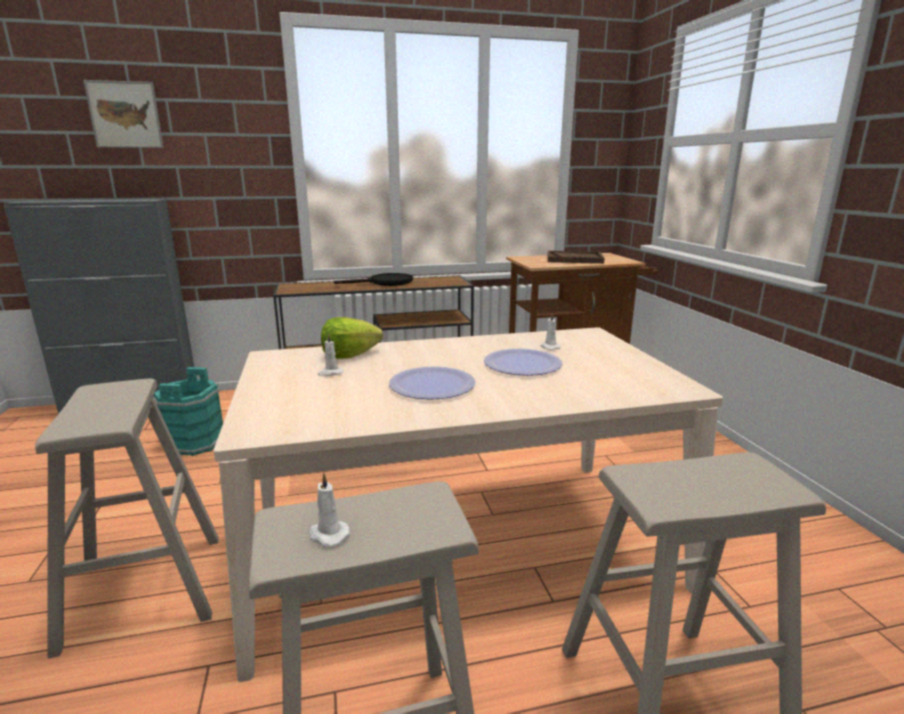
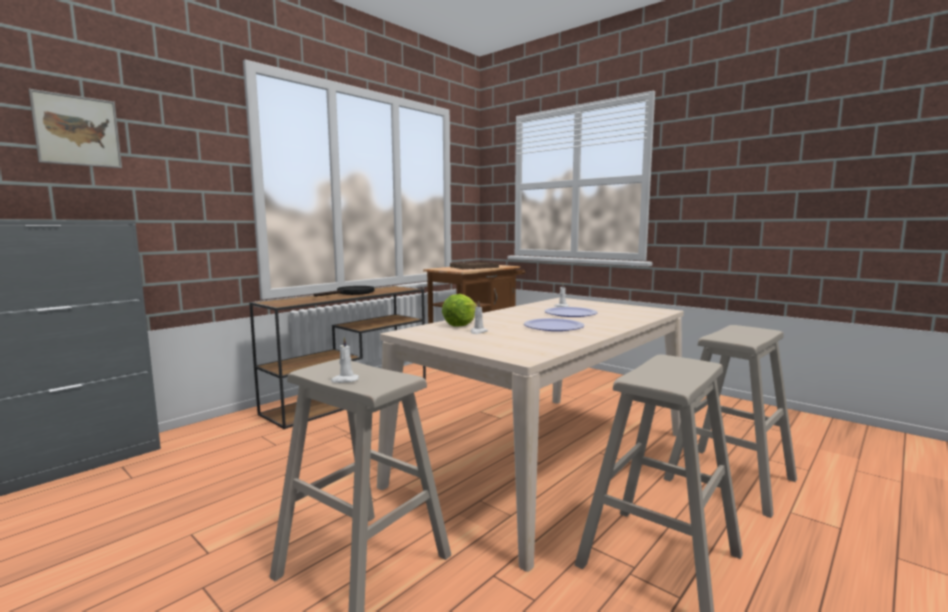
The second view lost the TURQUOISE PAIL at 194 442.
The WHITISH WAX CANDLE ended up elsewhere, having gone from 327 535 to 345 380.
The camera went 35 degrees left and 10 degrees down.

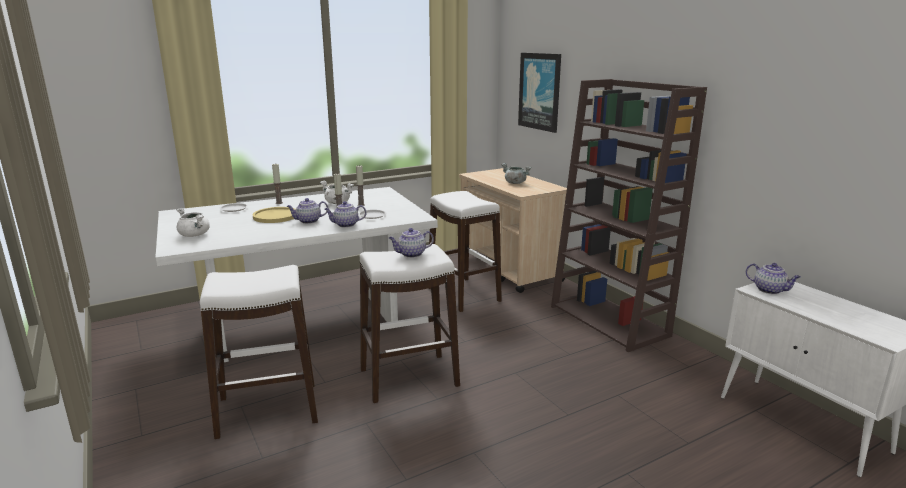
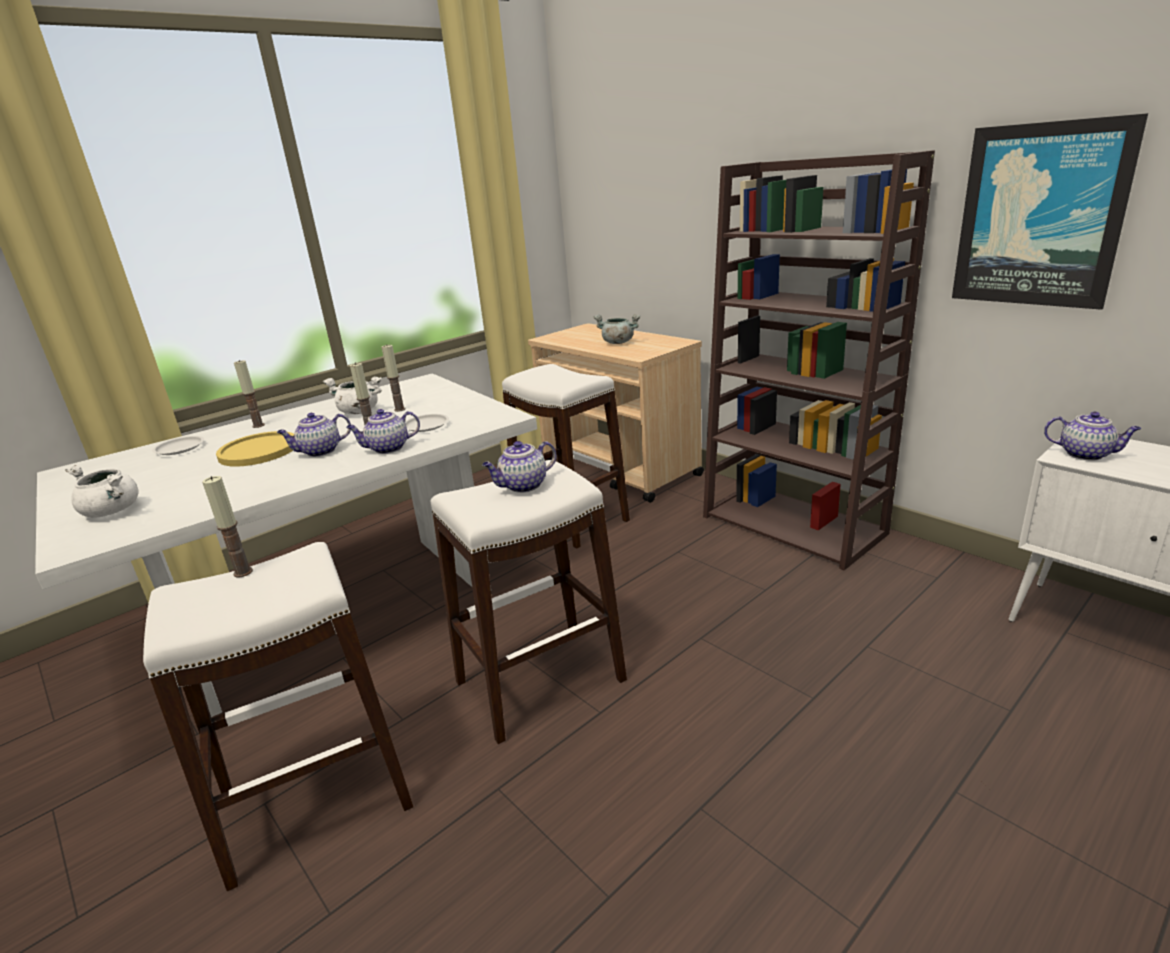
The second view gained the WAX CANDLE at 243 572.
The PICTURE ended up elsewhere, having gone from 540 91 to 1040 216.
The camera went 10 degrees left and 5 degrees up.

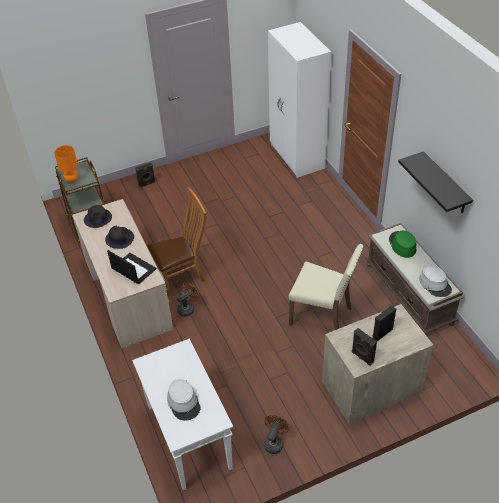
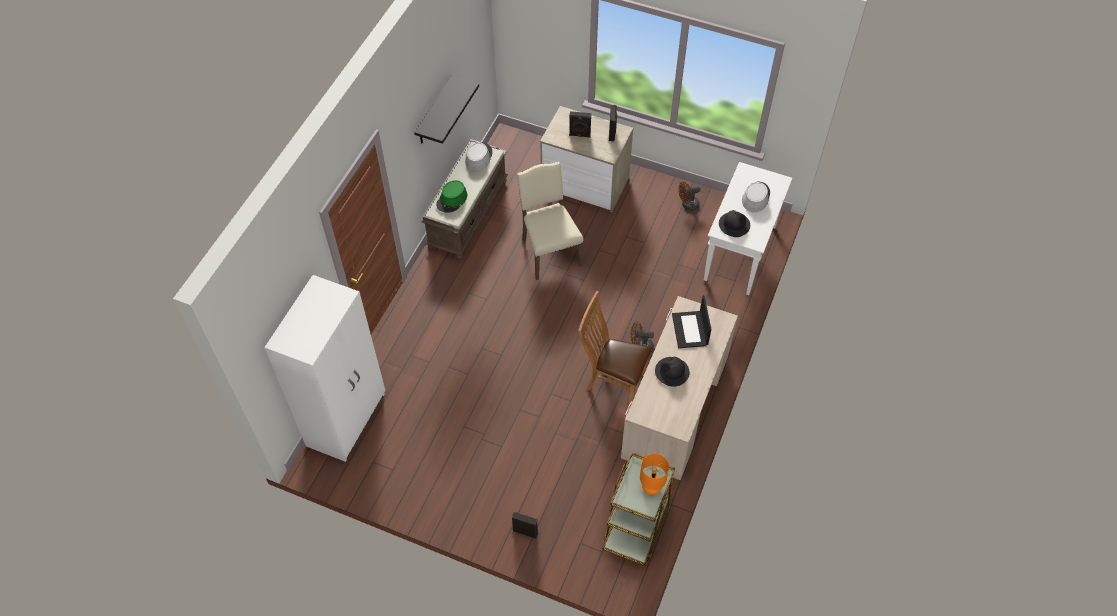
The BLACK HAT ended up elsewhere, having gone from 98 218 to 734 224.
The camera went 135 degrees left and 10 degrees up.

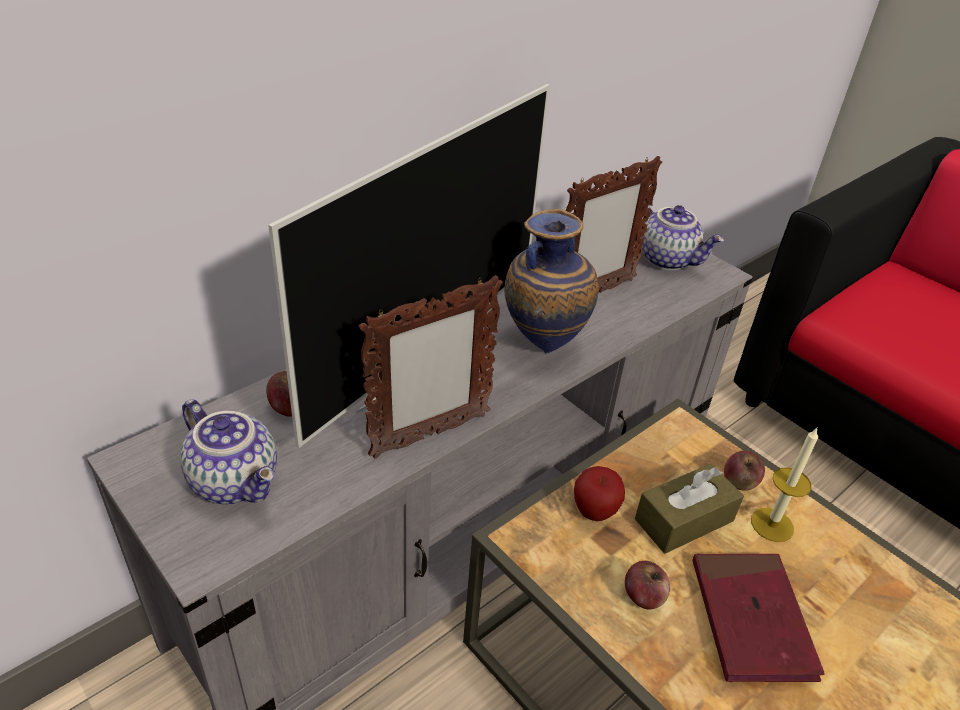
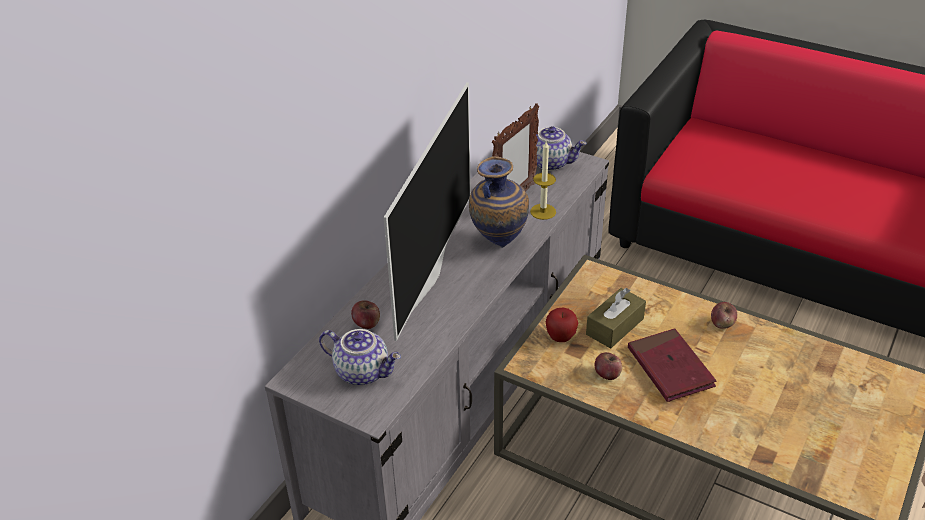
The second view lost the PICTURE FRAME at 429 435.
The APPLE ended up elsewhere, having gone from 739 482 to 722 324.
The WAX CANDLE ended up elsewhere, having gone from 772 524 to 543 211.
The camera went 15 degrees left and 0 degrees up.

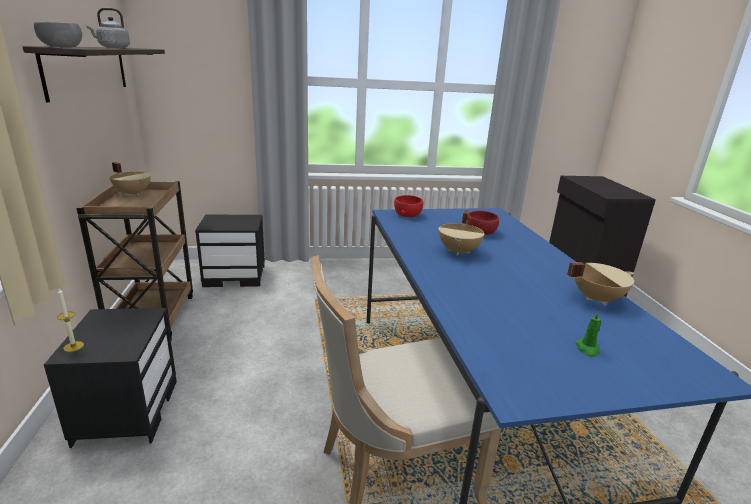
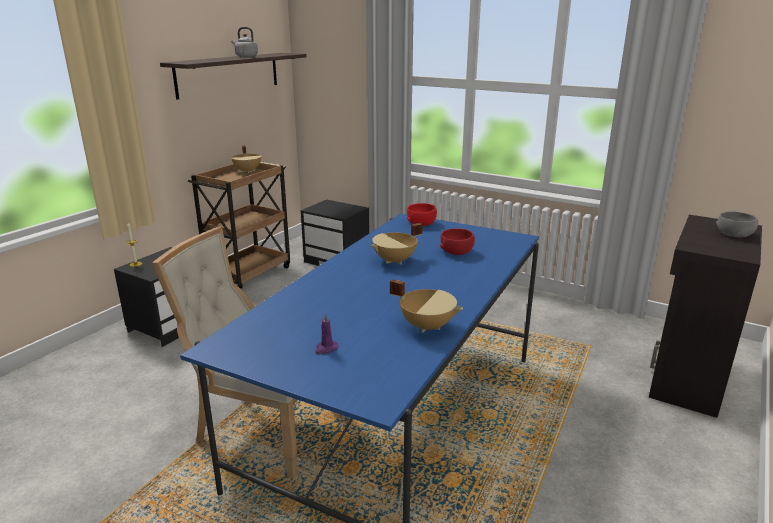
The GREY BOWL ended up elsewhere, having gone from 62 47 to 734 234.
What was the GREENISH WAX CANDLE at 587 349 turned into the PURPLISH WAX CANDLE at 326 349.
The camera went 40 degrees right and 0 degrees up.

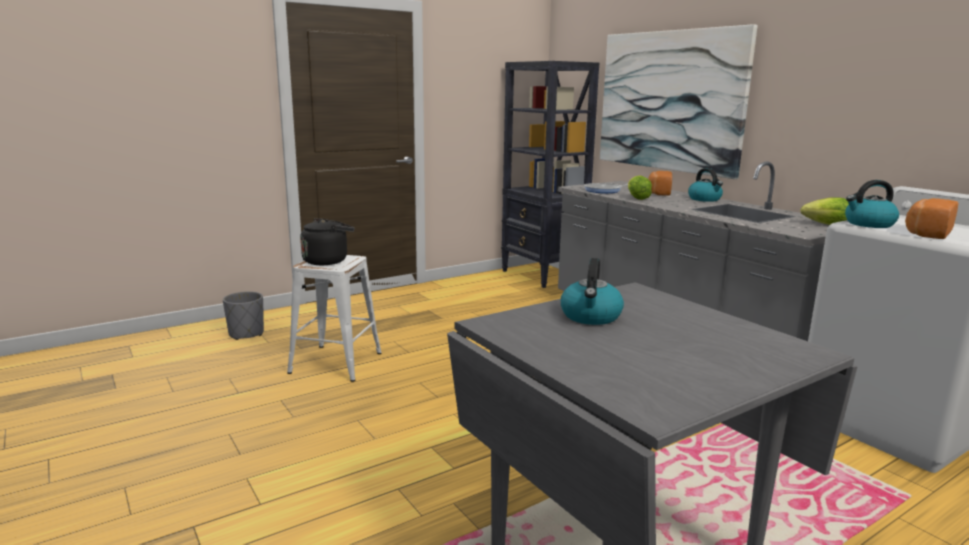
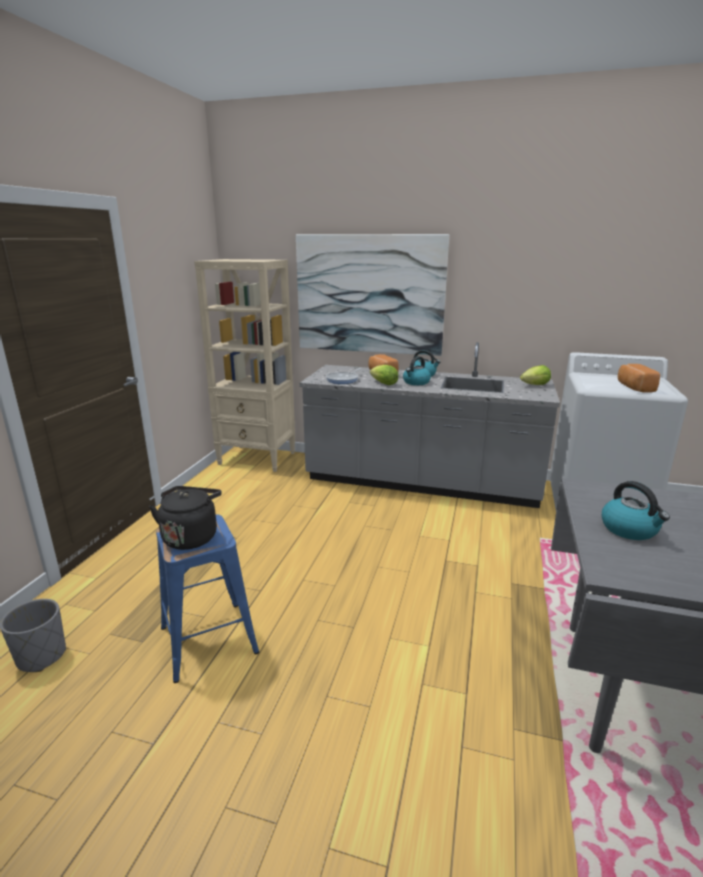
The KETTLE ended up elsewhere, having gone from 868 224 to 416 382.
What was the WHITISH STOOL at 337 363 turned into the BLUISH STOOL at 209 639.
What was the BLACK BOOKCASE at 543 275 turned into the SAND-COLOURED BOOKCASE at 257 458.
The camera went 40 degrees left and 5 degrees up.

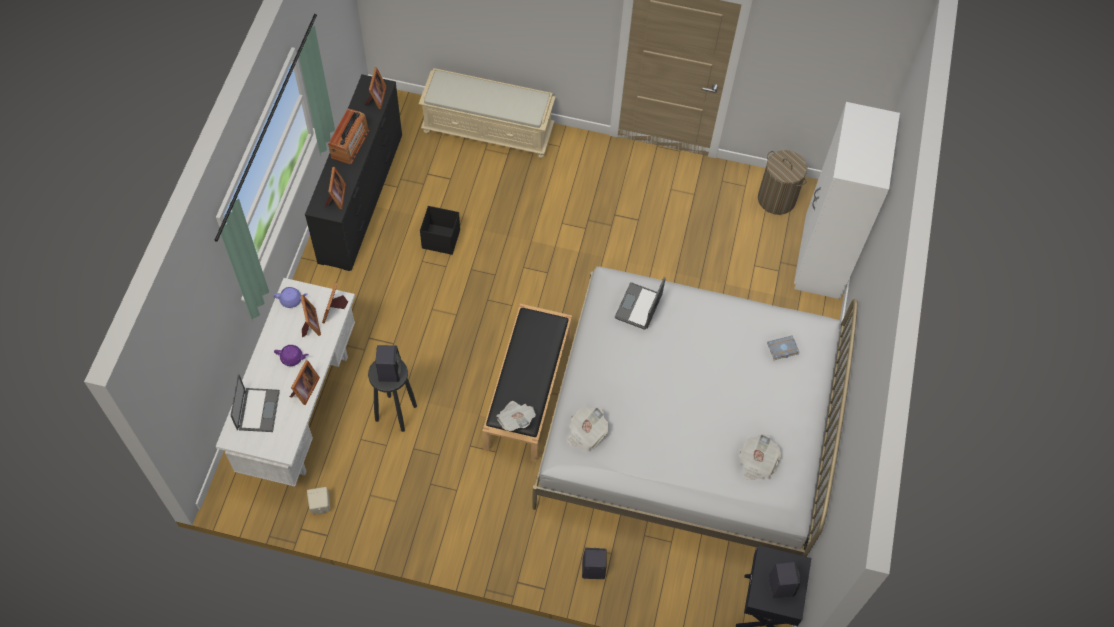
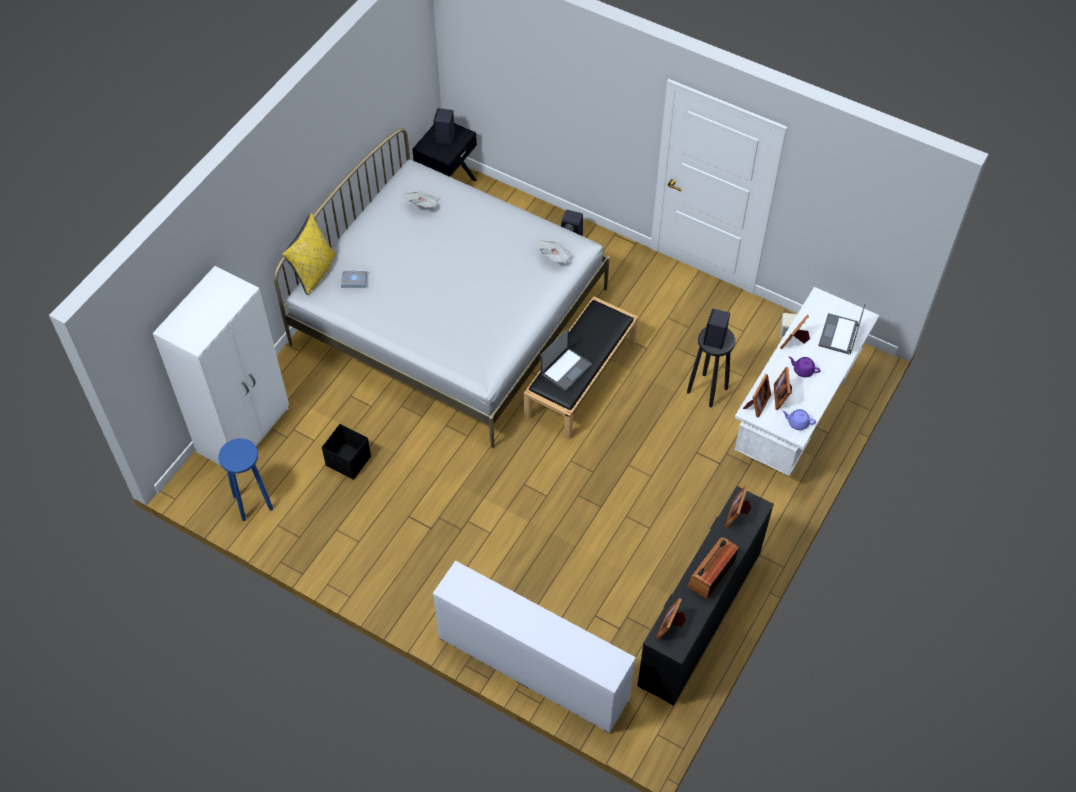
The second view lost the PRINTED PAPER at 515 419.
The second view gained the YELLOW PILLOW at 314 272.
The BLACK STORAGE BIN ended up elsewhere, having gone from 440 239 to 349 461.
The PORTABLE COMPUTER ended up elsewhere, having gone from 639 307 to 565 369.
Where the SAND-COLOURED INDOOR BENCH stood at 489 129, the WHITISH DRESSER came to stand at 533 668.
Where the LAUNDRY BASKET stood at 776 199, the BLUISH STOOL came to stand at 253 502.
The camera went 160 degrees left and 5 degrees down.

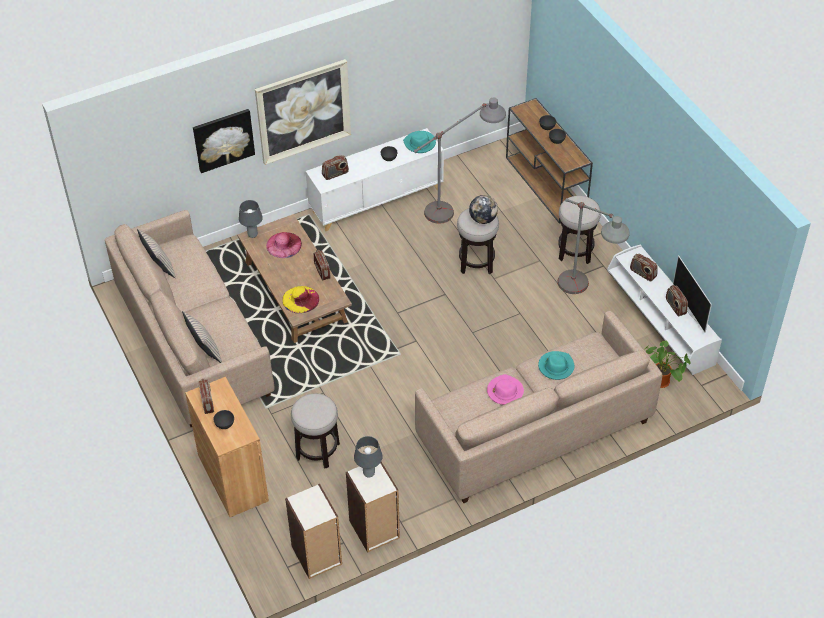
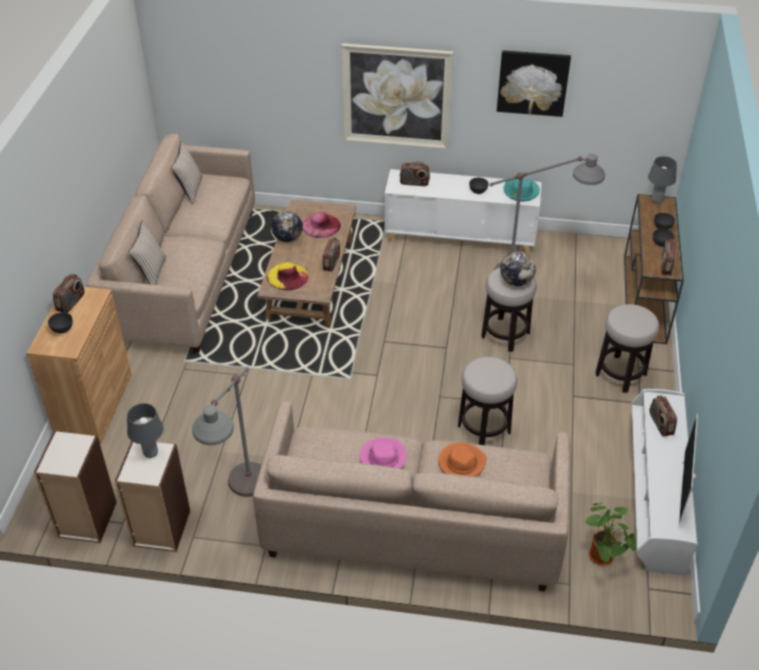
The second view gained the GLOBE at 287 238.
The PICTURE ended up elsewhere, having gone from 223 139 to 532 82.
The GREY TABLETOP LAMP ended up elsewhere, having gone from 253 235 to 657 200.
The STOOL ended up elsewhere, having gone from 318 451 to 484 428.
The GREY STANDARD LAMP ended up elsewhere, having gone from 584 297 to 242 503.
The RADIO SET ended up elsewhere, having gone from 675 307 to 666 266.
What was the TURQUOISE HAT at 556 366 turned into the ORANGE HAT at 461 463.
The camera went 35 degrees right and 5 degrees down.

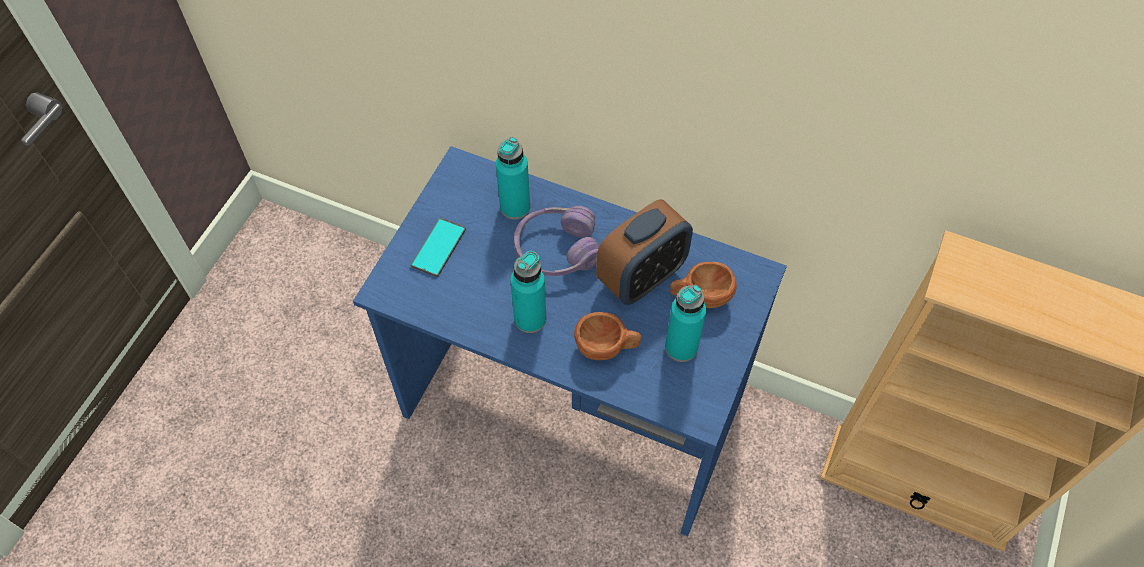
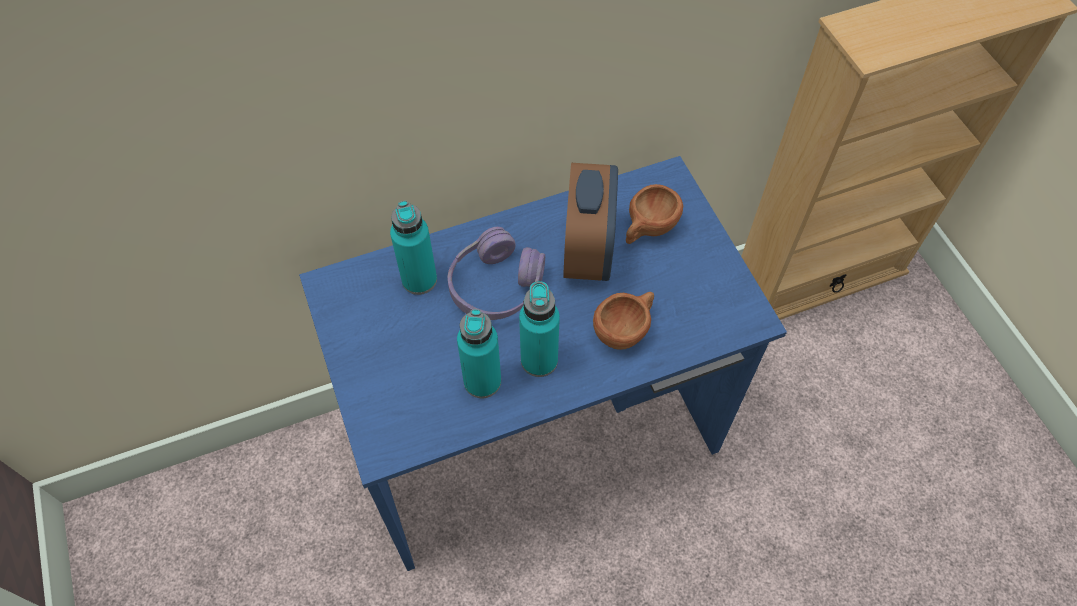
The second view lost the PHONE at 438 247.
The TURQUOISE BOTTLE ended up elsewhere, having gone from 681 347 to 482 381.
The camera went 45 degrees left and 0 degrees up.

